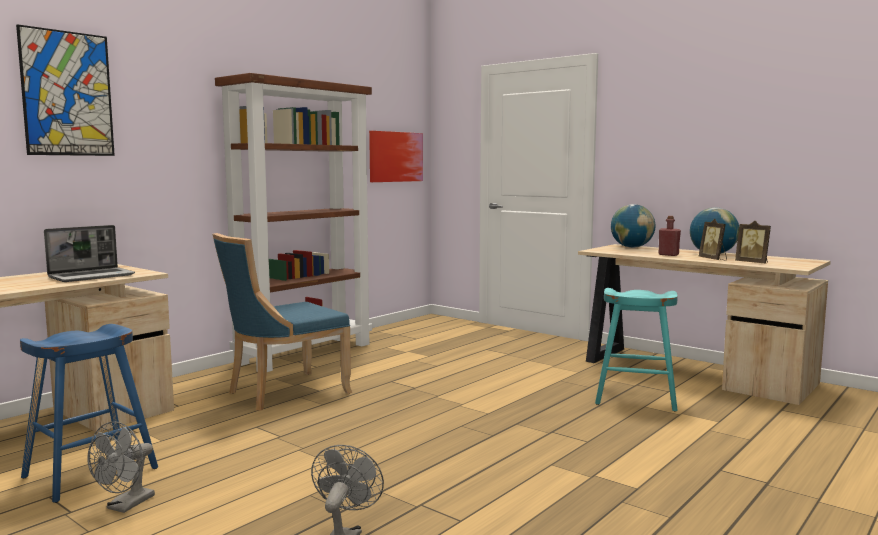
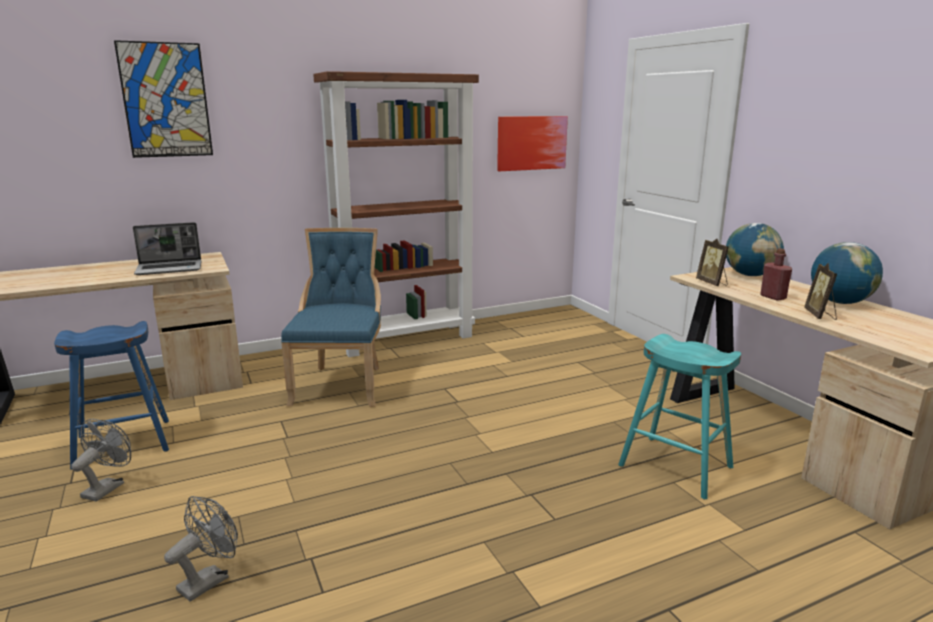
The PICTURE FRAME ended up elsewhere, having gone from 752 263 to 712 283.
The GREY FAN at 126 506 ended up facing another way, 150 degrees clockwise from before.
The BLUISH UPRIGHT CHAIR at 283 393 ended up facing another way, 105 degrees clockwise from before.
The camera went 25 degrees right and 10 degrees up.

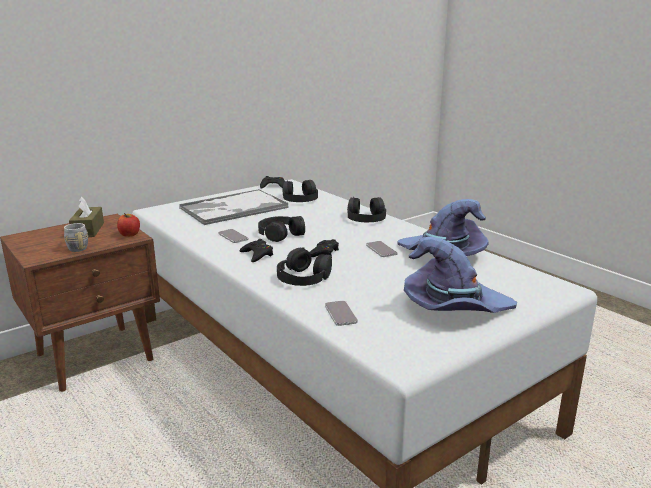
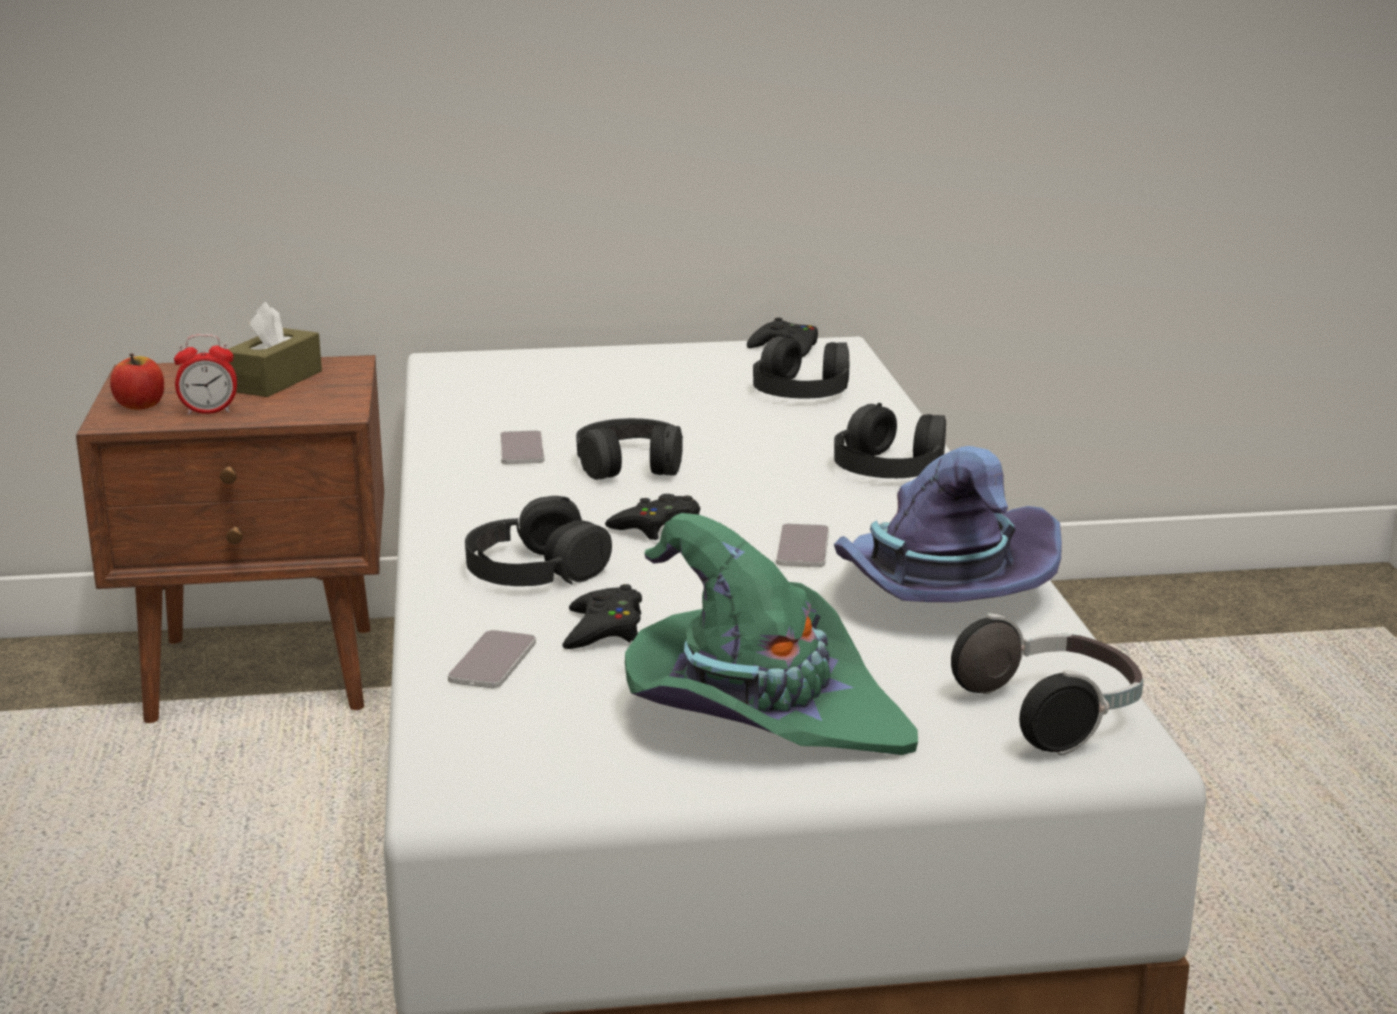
The second view lost the TRAY at 233 208.
The second view gained the PAIR OF HEADPHONES at 1053 715.
The APPLE ended up elsewhere, having gone from 129 234 to 140 406.
The BLACK JOYPAD ended up elsewhere, having gone from 257 254 to 603 629.
Where the GREY COFFEE MUG stood at 76 247, the TABLE CLOCK came to stand at 209 412.
What was the PURPLISH HAT at 454 307 turned into the GREENISH HAT at 760 713.
The camera went 30 degrees right and 0 degrees up.

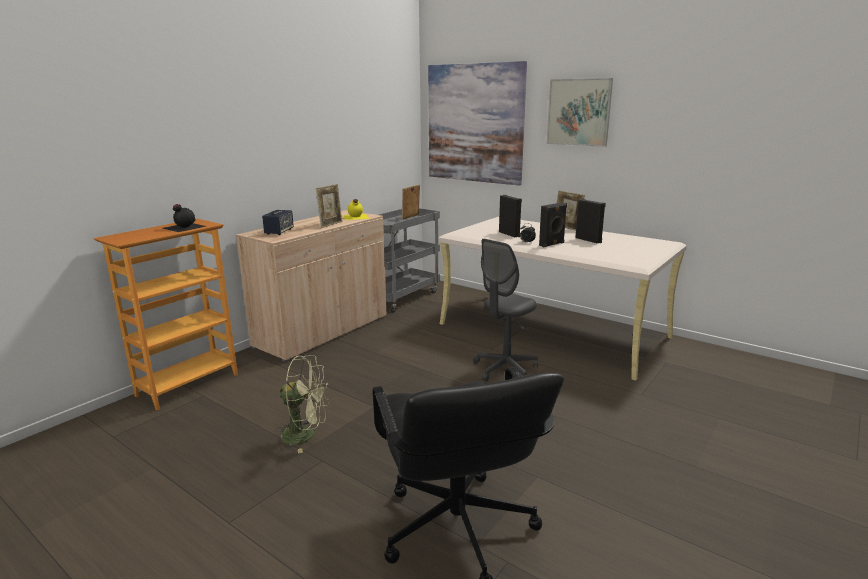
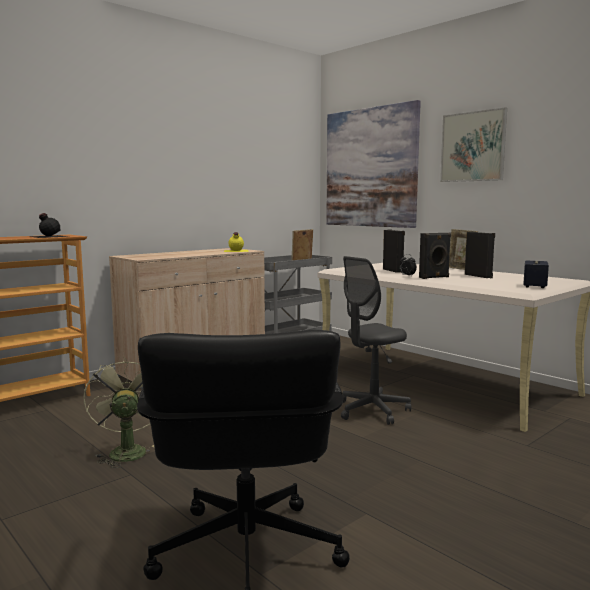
The second view lost the PICTURE FRAME at 330 224.
The LOUDSPEAKER ended up elsewhere, having gone from 279 232 to 534 285.
The GREENISH FAN at 305 435 ended up facing another way, 120 degrees counterclockwise from before.
The camera went 10 degrees right and 10 degrees down.

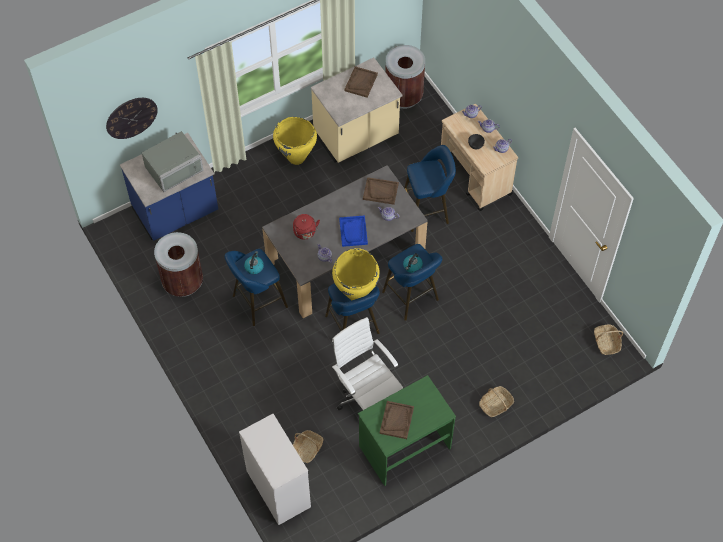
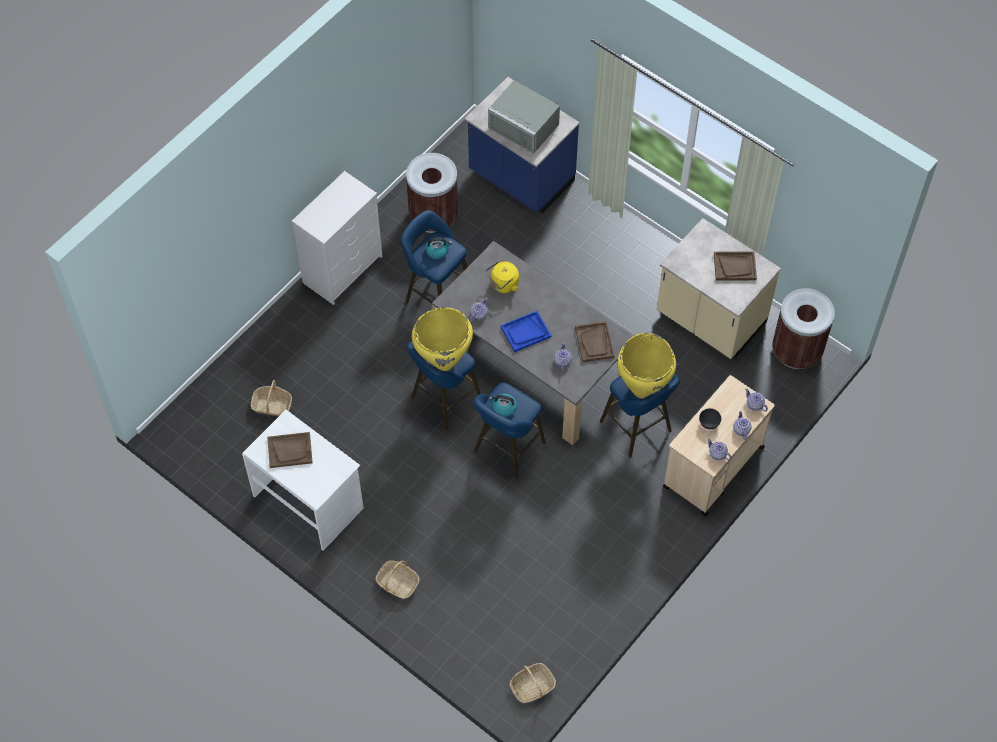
The second view lost the CLOCK ON THE WALL at 131 117.
The second view lost the WHITISH OFFICE CHAIR at 366 397.
The WHITISH DRESSER ended up elsewhere, having gone from 278 488 to 343 269.
The YELLOW FLOWER VASE ended up elsewhere, having gone from 296 158 to 643 388.
What was the REDDISH KETTLE at 305 233 turned into the YELLOW KETTLE at 503 285.
What was the GREENISH DESK TABLE at 404 446 turned into the WHITISH DESK TABLE at 309 501.
The camera went 70 degrees right and 0 degrees up.

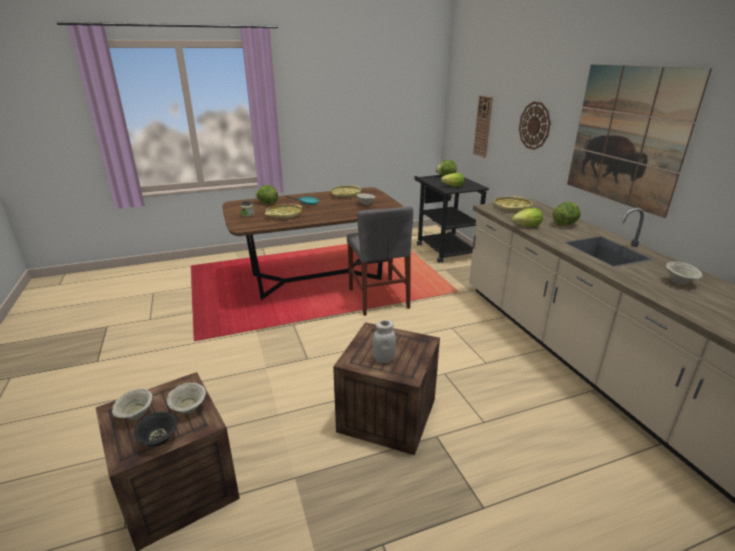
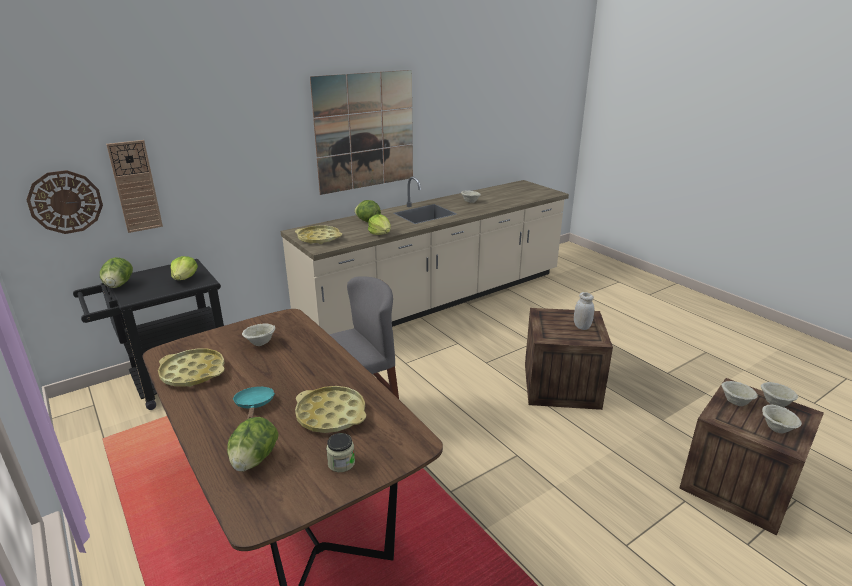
The CLOCK ON THE WALL ended up elsewhere, having gone from 534 125 to 65 202.
What was the BLACK BOWL at 159 440 turned into the SAND-COLOURED BOWL at 774 403.
The camera went 105 degrees left and 0 degrees up.

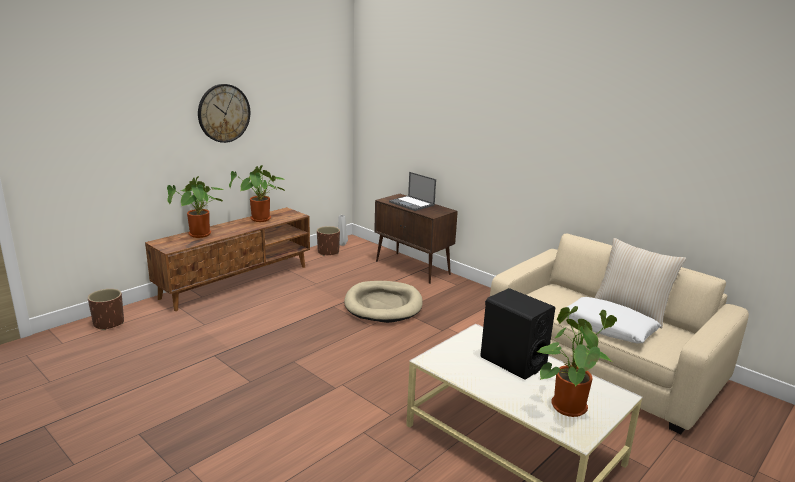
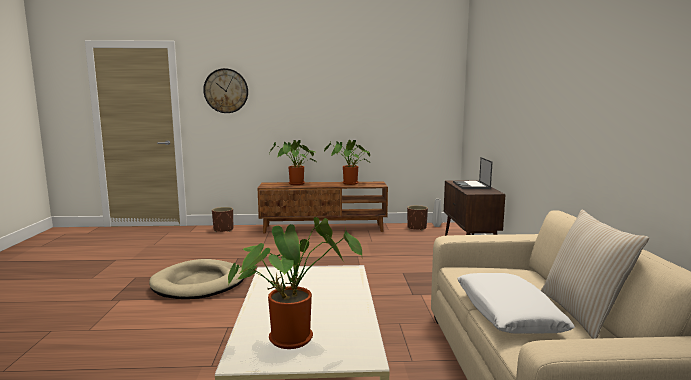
The second view lost the BLACK LOUDSPEAKER at 512 361.
The CLOCK ON THE WALL ended up elsewhere, having gone from 224 113 to 226 91.
The SAND-COLOURED PET BED ended up elsewhere, having gone from 383 305 to 200 283.
The camera went 45 degrees right and 10 degrees down.

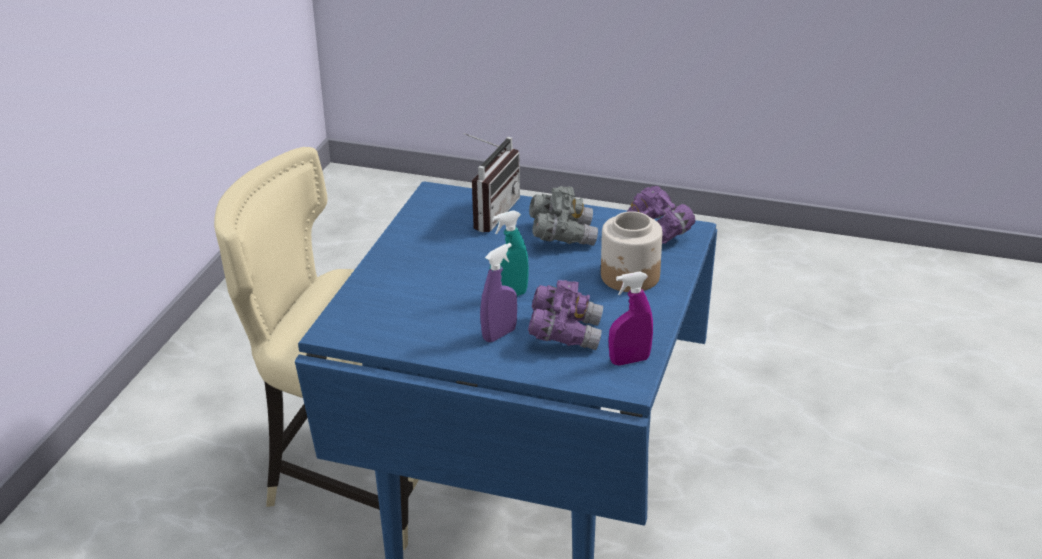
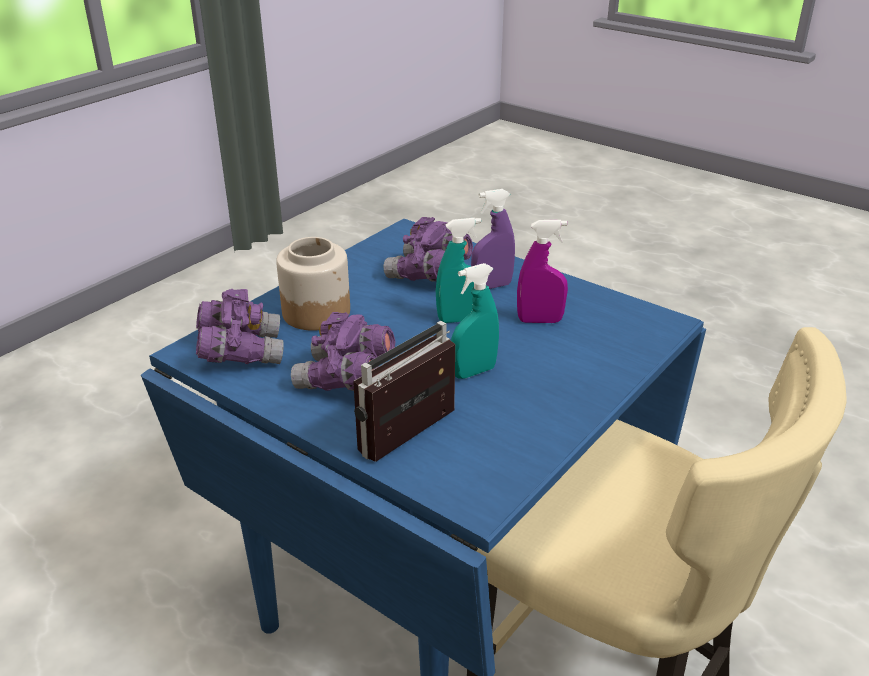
The second view gained the TURQUOISE HAND SPRAYER at 474 372.
The PURPLISH HAND SPRAYER ended up elsewhere, having gone from 629 360 to 540 321.
What was the GREY BINOCULARS at 562 235 turned into the PURPLISH BINOCULARS at 345 379.
The camera went 160 degrees left and 0 degrees up.

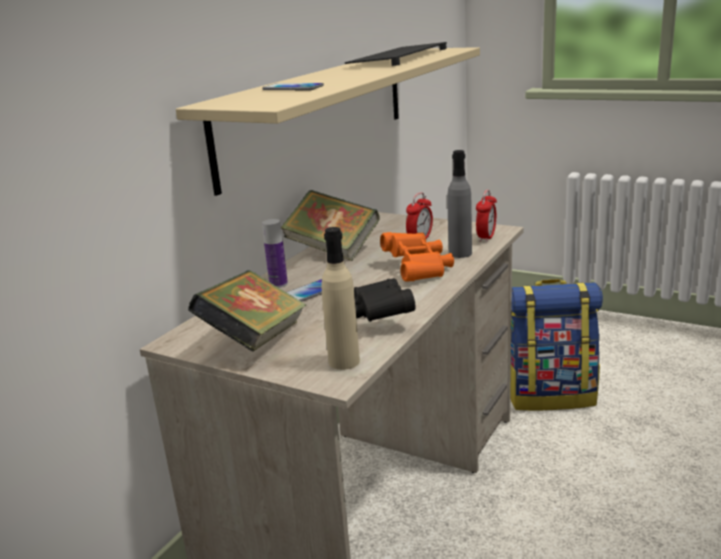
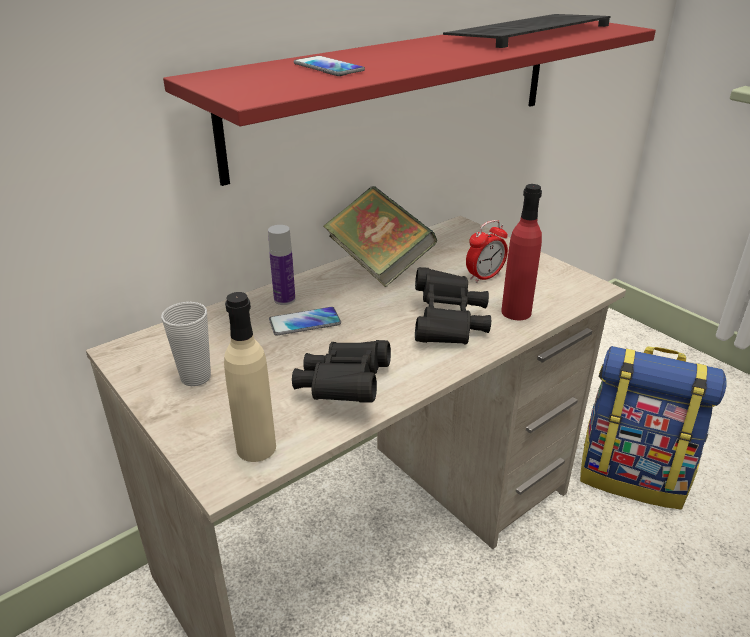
The second view lost the TABLE CLOCK at 486 238.
Where the BOUND BOOK stood at 255 340, the CUP came to stand at 196 377.
What was the SAND-COLOURED BRACKET SHELF at 318 111 turned into the REDDISH BRACKET SHELF at 402 91.
What was the ORANGE BINOCULARS at 418 269 turned into the BLACK BINOCULARS at 448 324.
What was the GREY BOTTLE at 460 253 turned into the REDDISH BOTTLE at 516 312.
The camera went 20 degrees right and 10 degrees up.

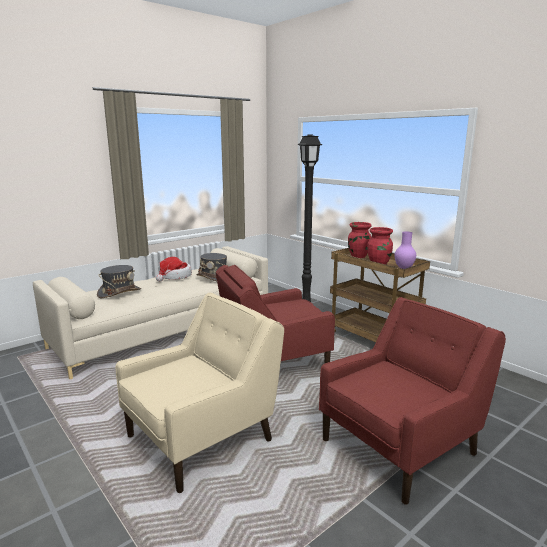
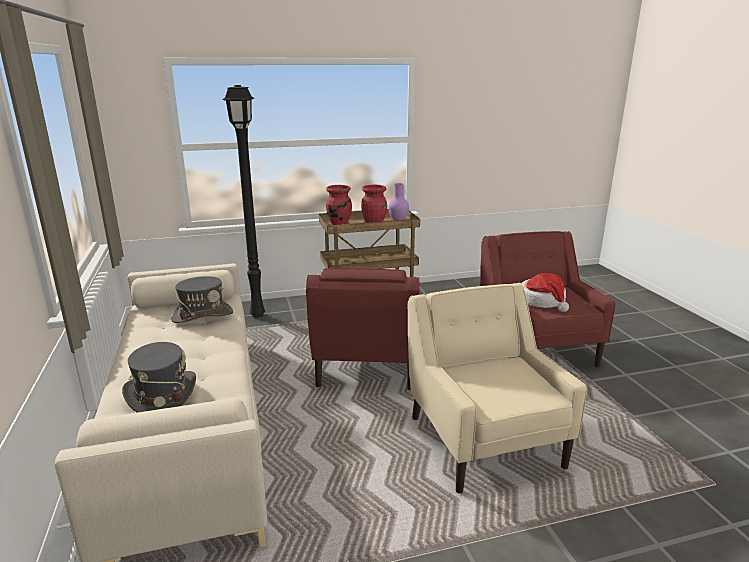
The HAT ended up elsewhere, having gone from 174 276 to 542 301.
The camera went 65 degrees left and 5 degrees up.

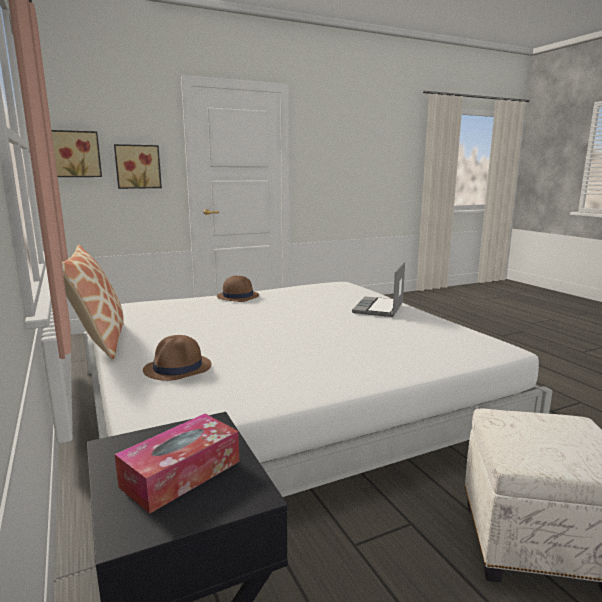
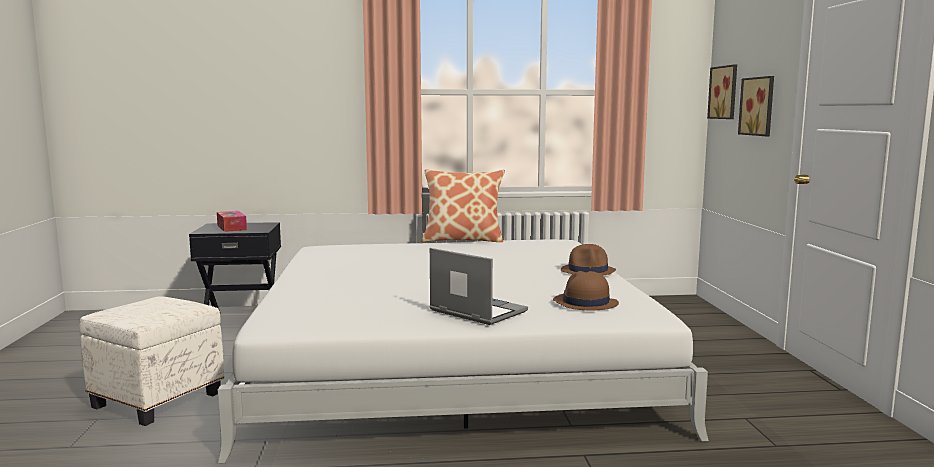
The BROWN HAT ended up elsewhere, having gone from 178 368 to 585 303.
The camera went 110 degrees right and 5 degrees down.

